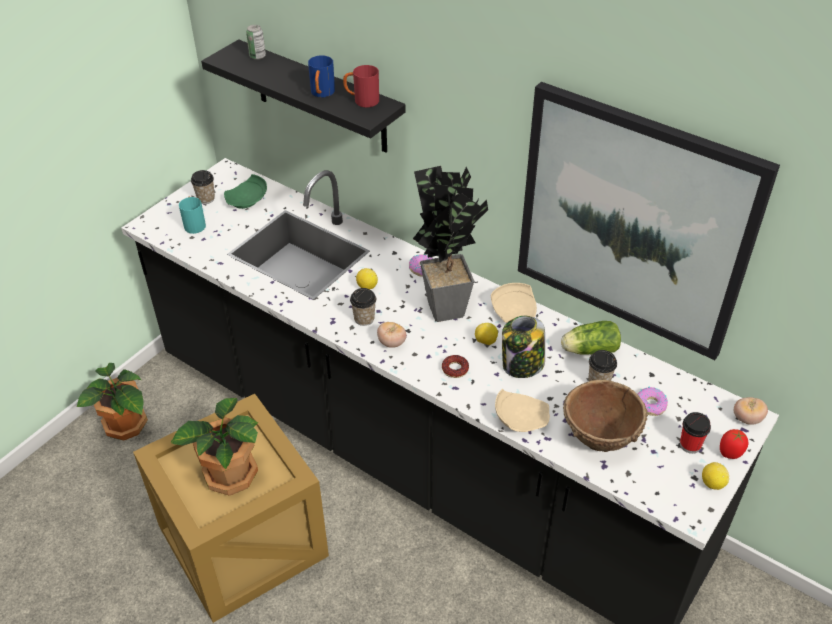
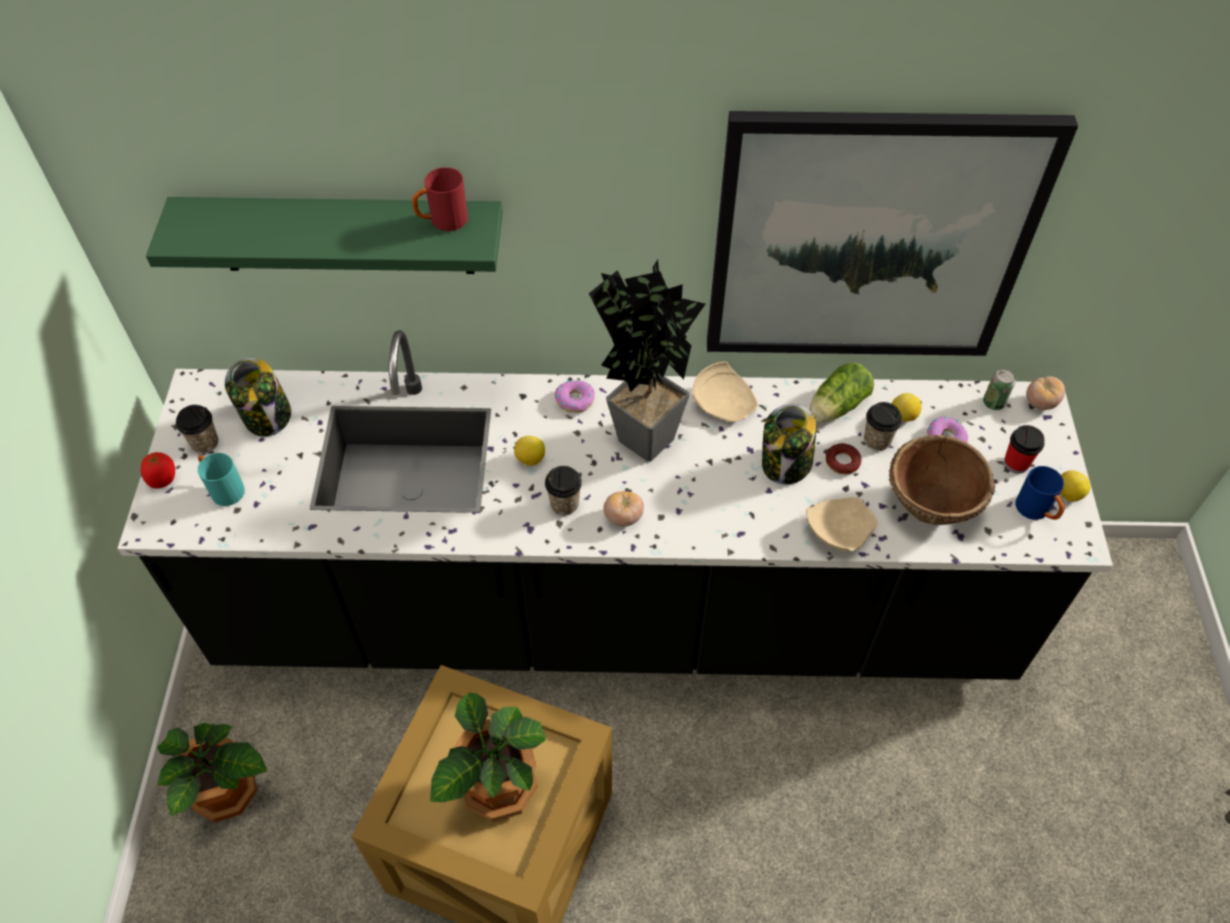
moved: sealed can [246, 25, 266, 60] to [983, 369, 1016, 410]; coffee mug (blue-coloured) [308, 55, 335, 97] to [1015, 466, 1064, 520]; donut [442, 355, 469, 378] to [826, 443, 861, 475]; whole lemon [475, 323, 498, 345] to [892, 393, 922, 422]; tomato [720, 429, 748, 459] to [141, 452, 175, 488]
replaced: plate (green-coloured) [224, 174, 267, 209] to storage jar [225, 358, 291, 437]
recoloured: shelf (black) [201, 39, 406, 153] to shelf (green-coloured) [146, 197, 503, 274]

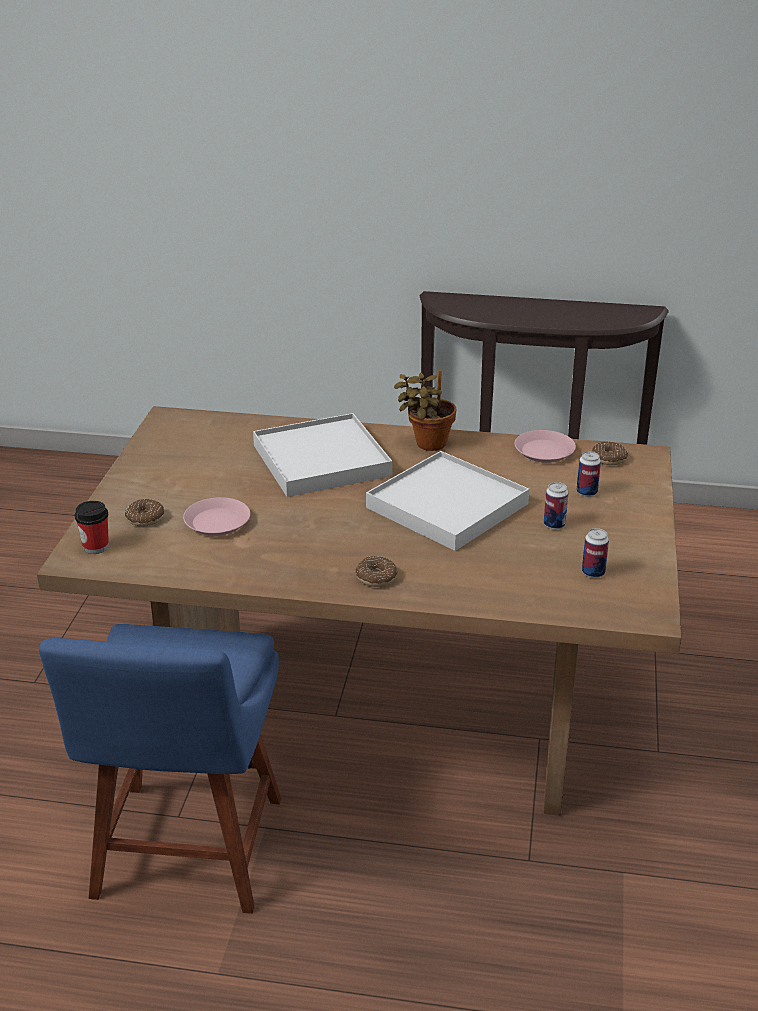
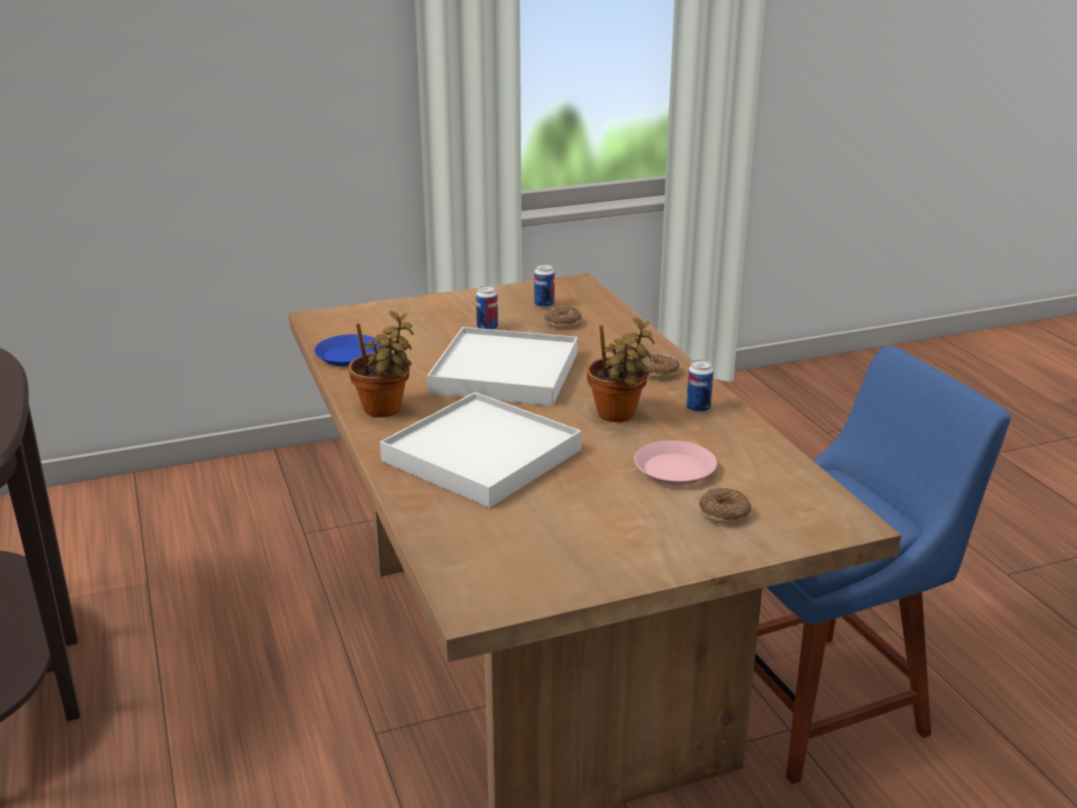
removed: small cup [74, 501, 109, 554]
added: potted plant [587, 317, 655, 422]
moved: sealed can [577, 451, 601, 497] to [686, 360, 714, 413]; donut [592, 441, 628, 465] to [544, 306, 582, 329]
recoloured: plate (pink-coloured) [514, 430, 576, 463] to plate (blue-coloured) [314, 334, 380, 367]

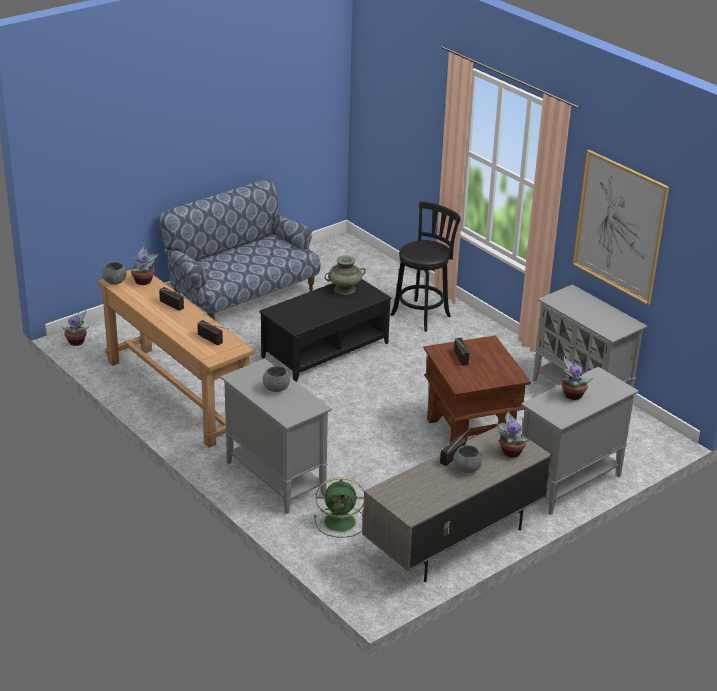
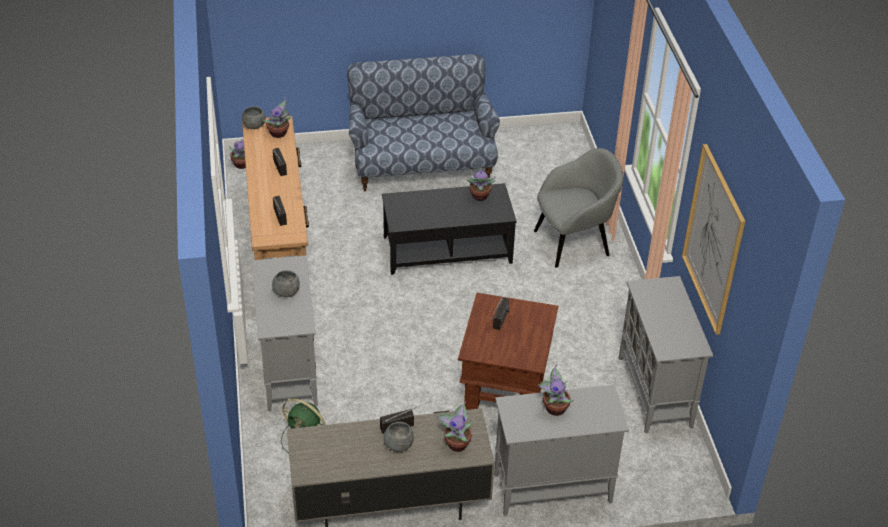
replaced: vase (turquoise-coloured) [325, 255, 366, 295] to potted plant [467, 169, 495, 201]; stool (black) [390, 201, 461, 332] to easy chair (greyish) [534, 148, 623, 268]

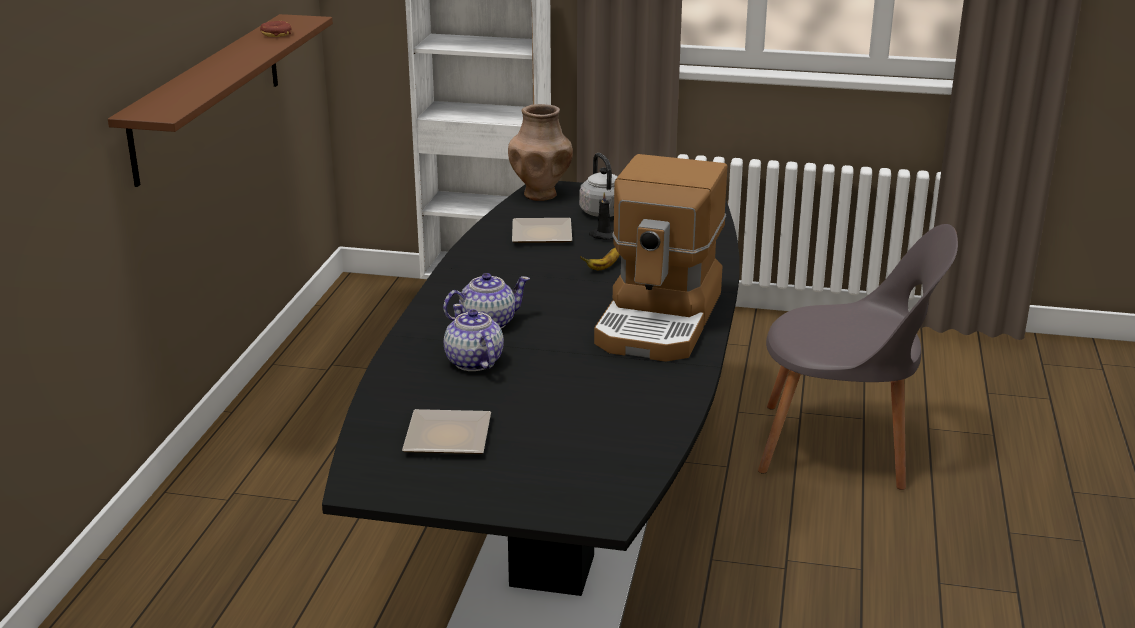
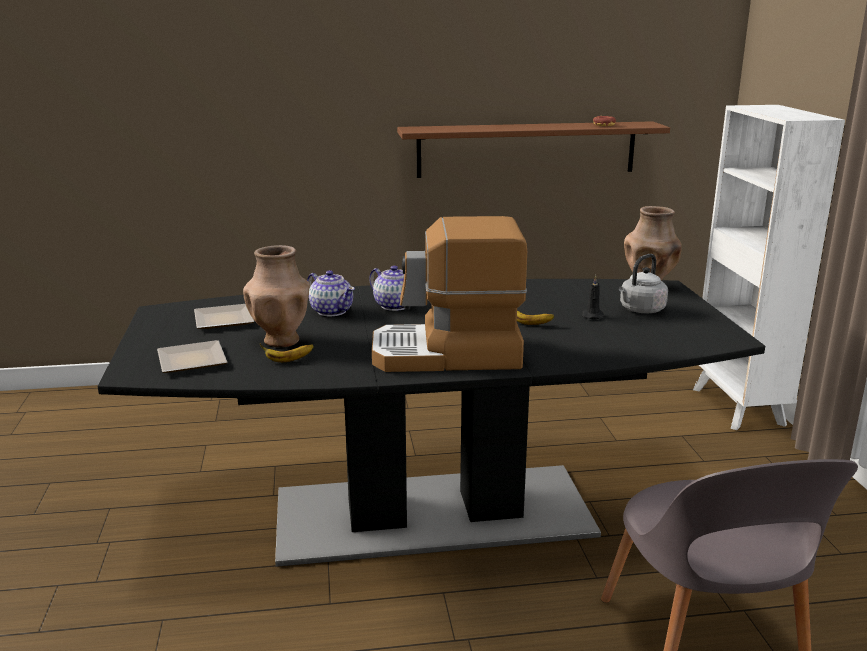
added: vase (brown) [243, 245, 310, 348]; whole banana [260, 344, 314, 362]
moved: plate [512, 218, 572, 243] to [157, 340, 227, 373]
turned: pot for tea [444, 304, 504, 371] = [307, 270, 355, 316] 90 degrees clockwise

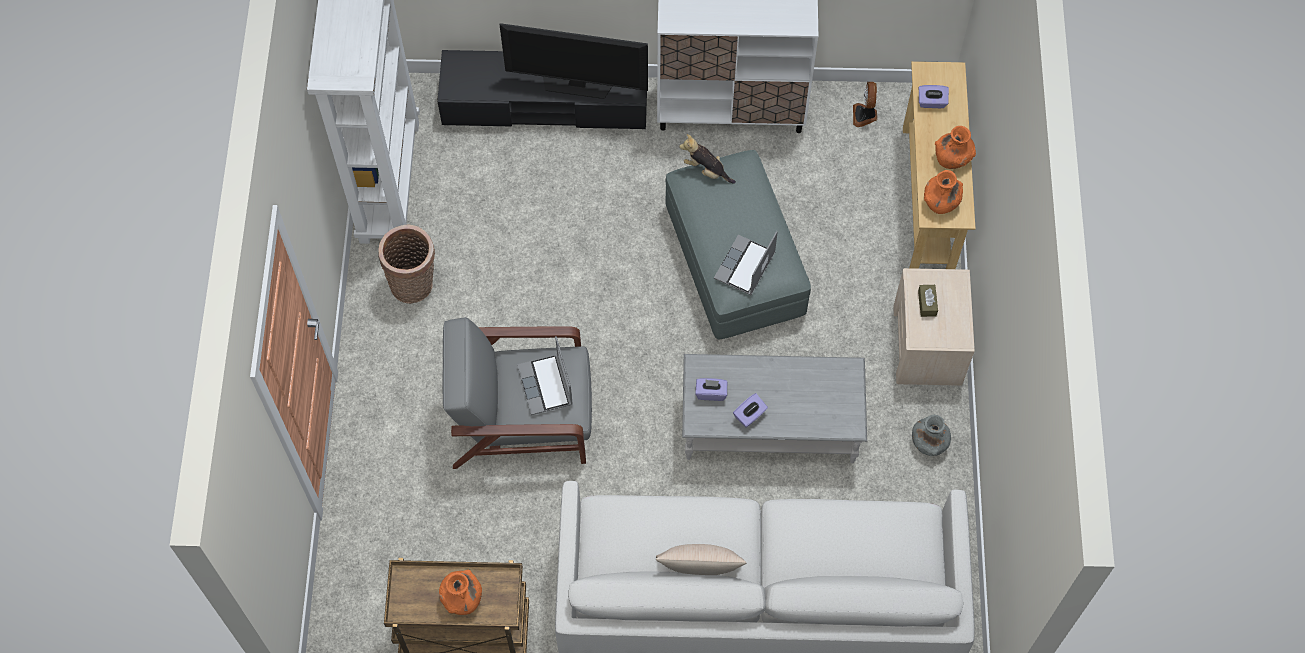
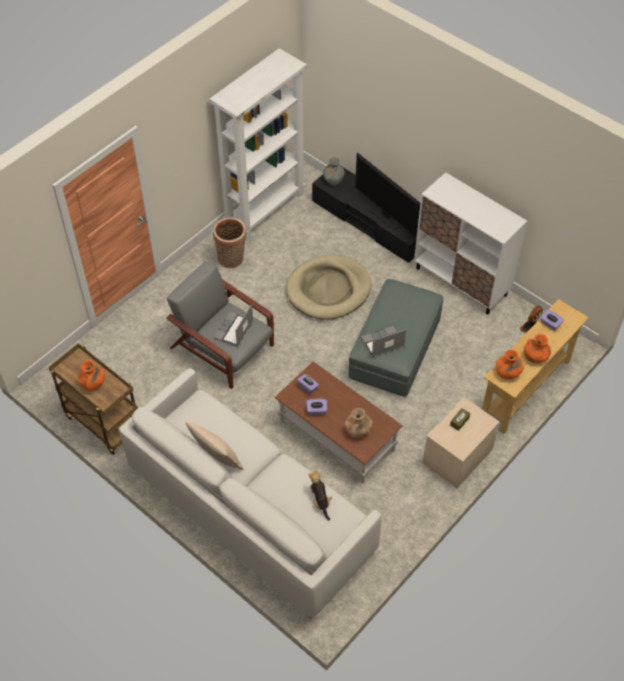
added: dog bed (beige) [286, 255, 371, 319]; vase (brown) [344, 408, 373, 438]
moved: soft toy [679, 134, 736, 184] to [309, 469, 332, 520]; vase (greyish) [912, 415, 951, 456] to [323, 157, 345, 186]
recoloured: coffee table (greyish) [682, 354, 867, 463] to coffee table (brown) [274, 362, 403, 484]

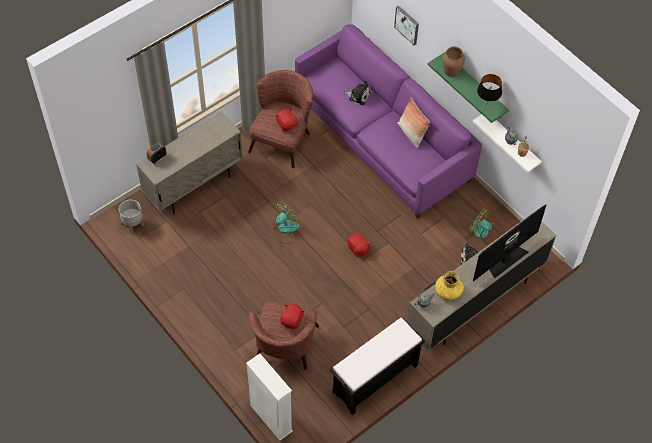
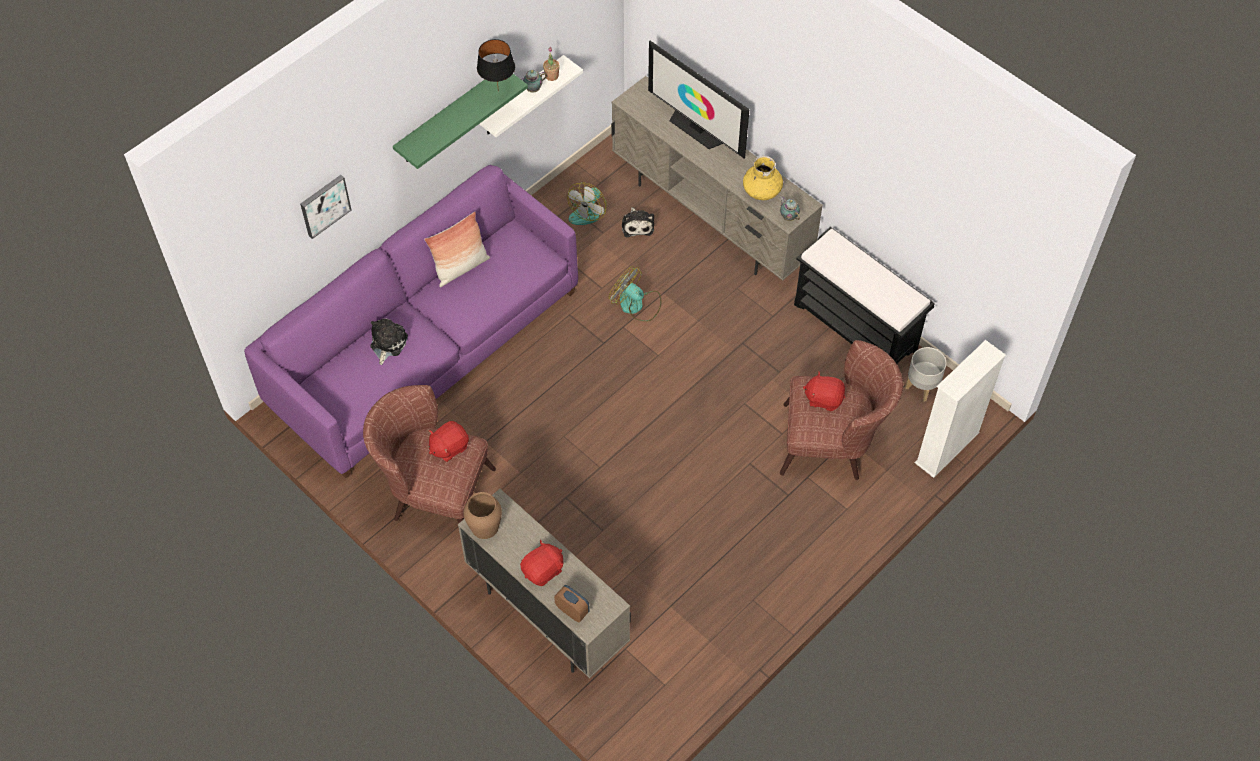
moved: planter (greyish) [119, 200, 144, 234] to [905, 347, 946, 401]; electric fan [271, 202, 299, 244] to [609, 266, 661, 322]; soft toy (red) [347, 233, 370, 257] to [520, 540, 563, 586]; vase (brown) [443, 47, 465, 77] to [464, 492, 502, 539]

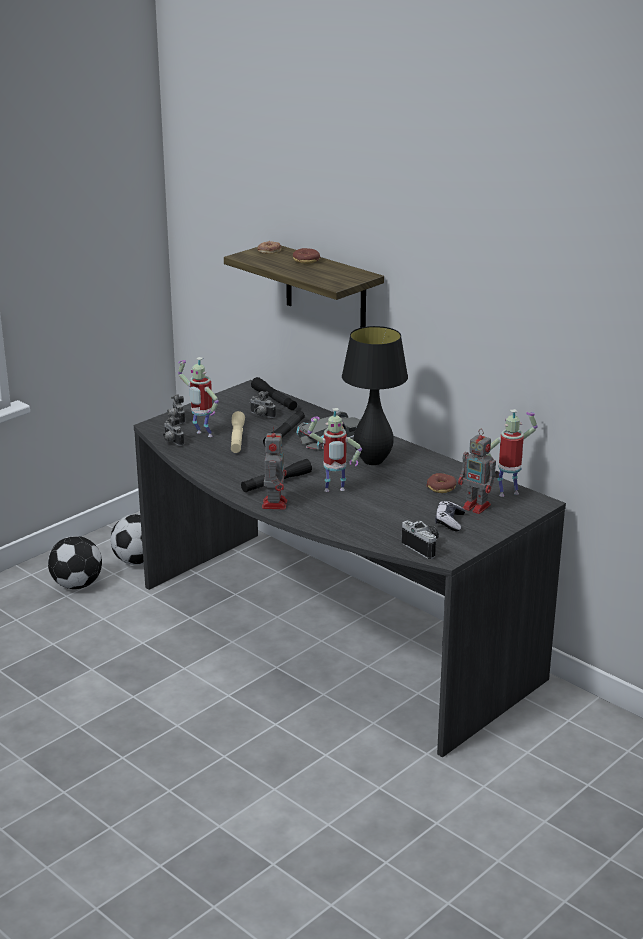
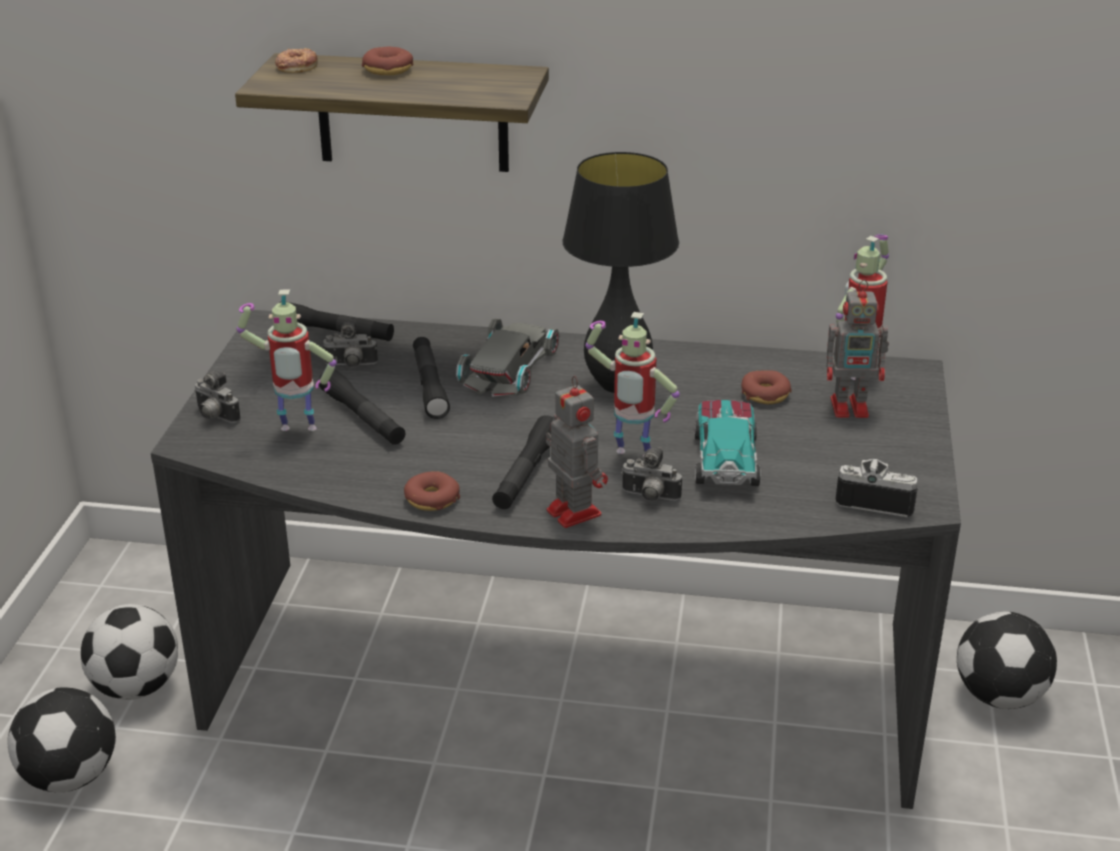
removed: joypad [435, 501, 465, 531]
added: donut [404, 471, 460, 511]; toy car [694, 400, 761, 486]; football ball [957, 611, 1057, 709]
moved: photo camera [163, 416, 184, 446] to [621, 447, 682, 502]
recoloured: hand torch (beige) [231, 411, 245, 453] to hand torch (black) [319, 369, 405, 445]
turned: toy robot [308, 408, 362, 492] = [585, 312, 680, 457] 60 degrees clockwise

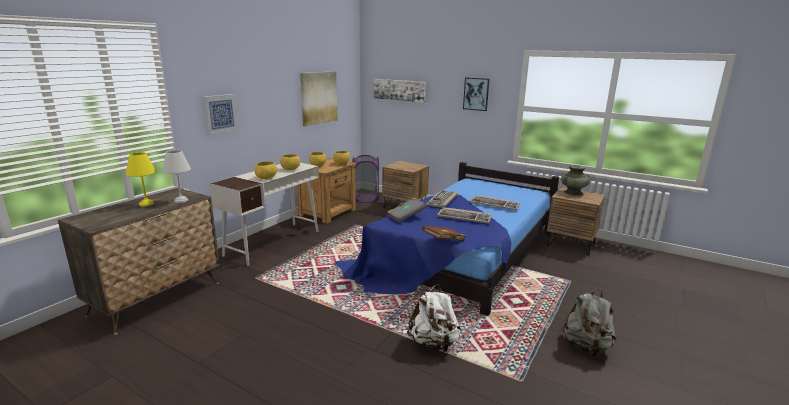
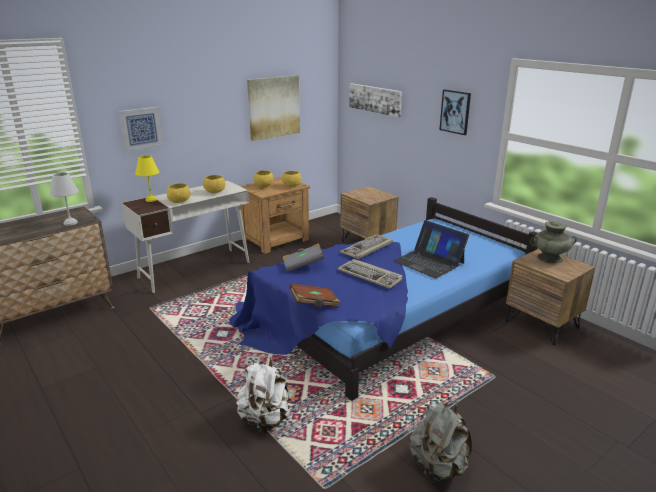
removed: hamper (purplish) [352, 155, 379, 203]
moved: lamp for a table (yellow-coloured) [126, 152, 156, 206] to [135, 155, 159, 202]
replaced: keyboard [469, 195, 520, 210] to laptop [393, 220, 469, 279]

